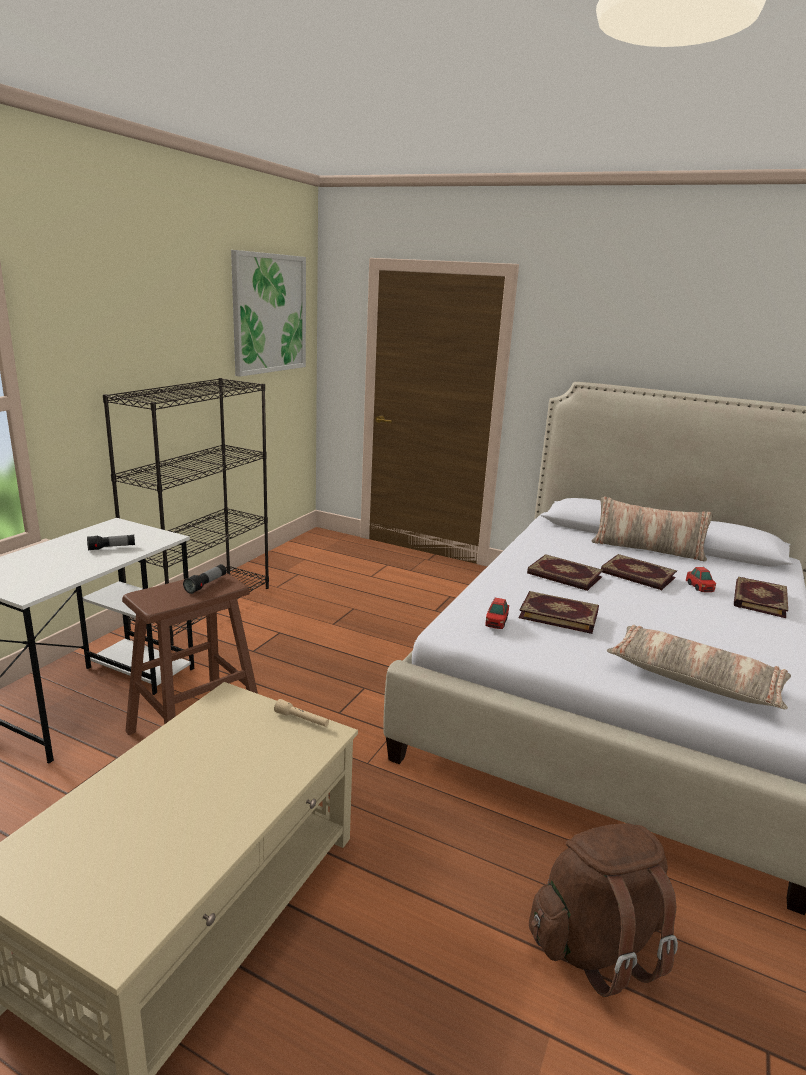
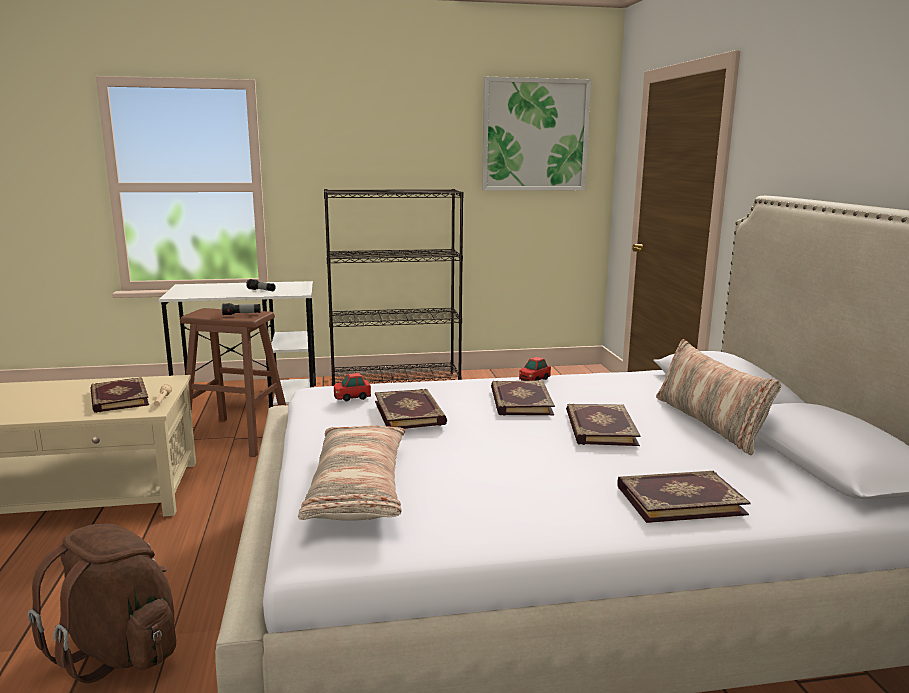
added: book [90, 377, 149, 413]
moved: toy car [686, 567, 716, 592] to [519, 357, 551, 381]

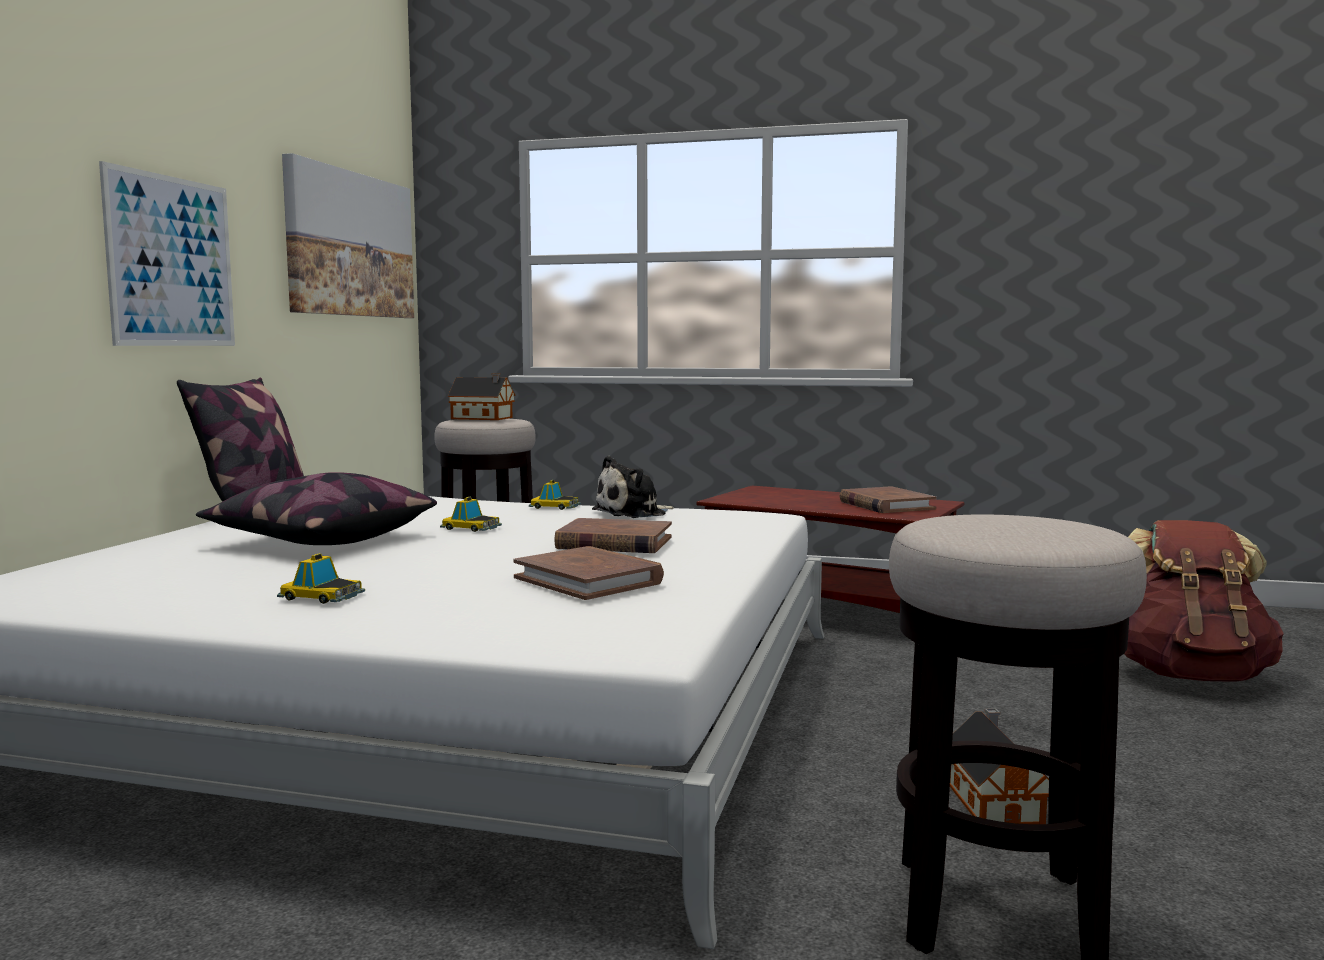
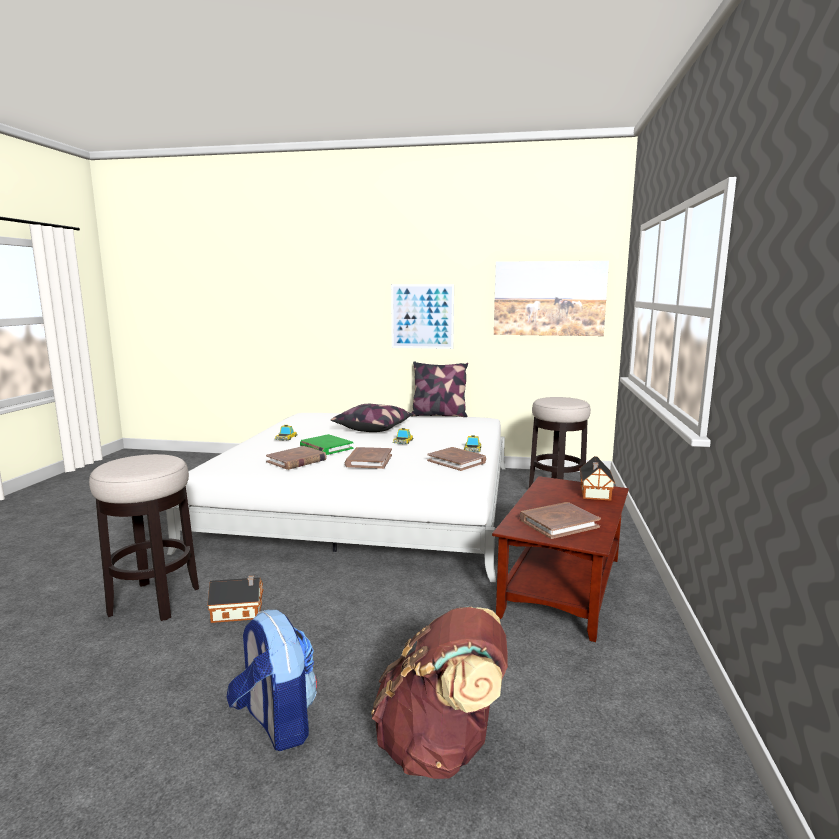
added: knapsack [227, 610, 317, 751]; book (green-coloured) [300, 434, 354, 455]
moved: miniature house [448, 373, 515, 420] to [579, 456, 615, 501]
replaced: soft toy [592, 456, 674, 518] to book (brown) [427, 447, 486, 471]

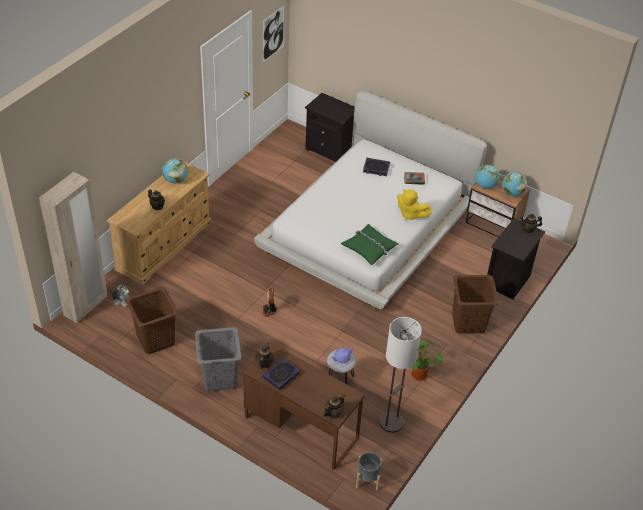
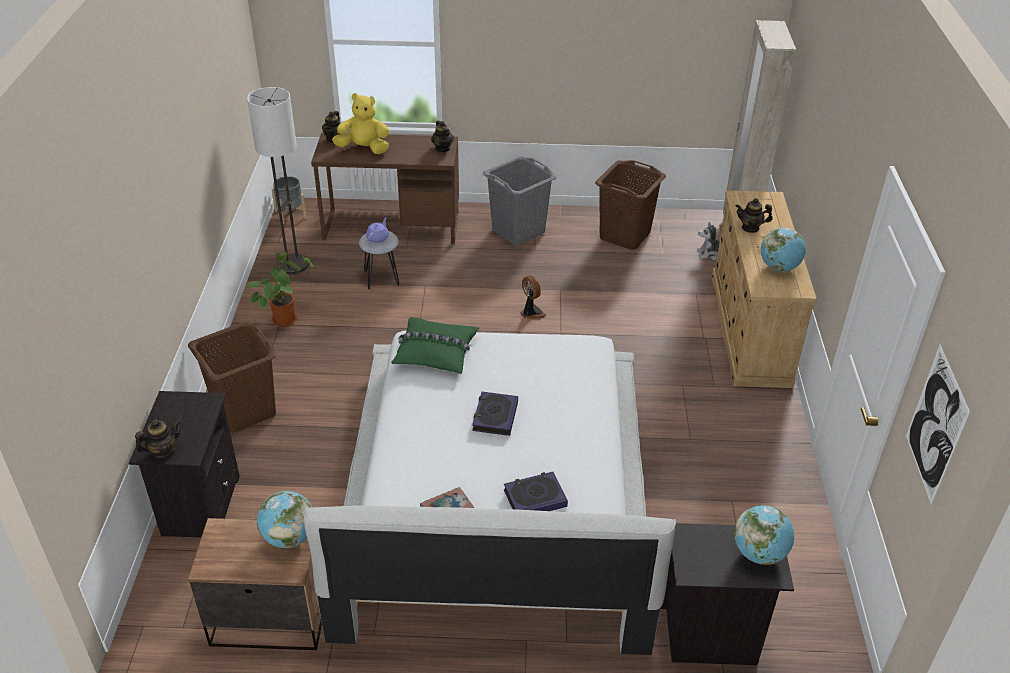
moved: book [262, 358, 300, 391] to [472, 392, 518, 436]; soft toy (yellow-coloured) [397, 189, 432, 221] to [332, 93, 389, 154]; globe [502, 172, 527, 196] to [734, 506, 794, 565]

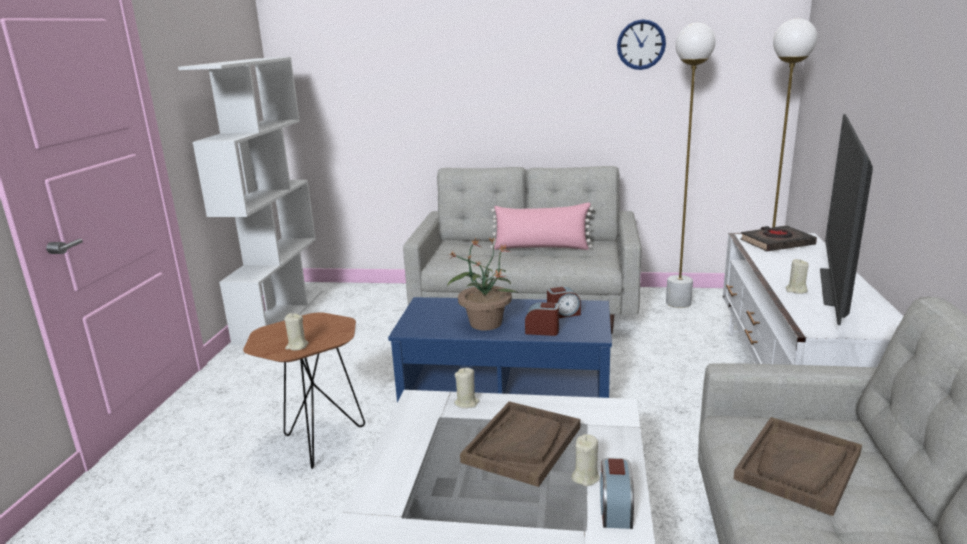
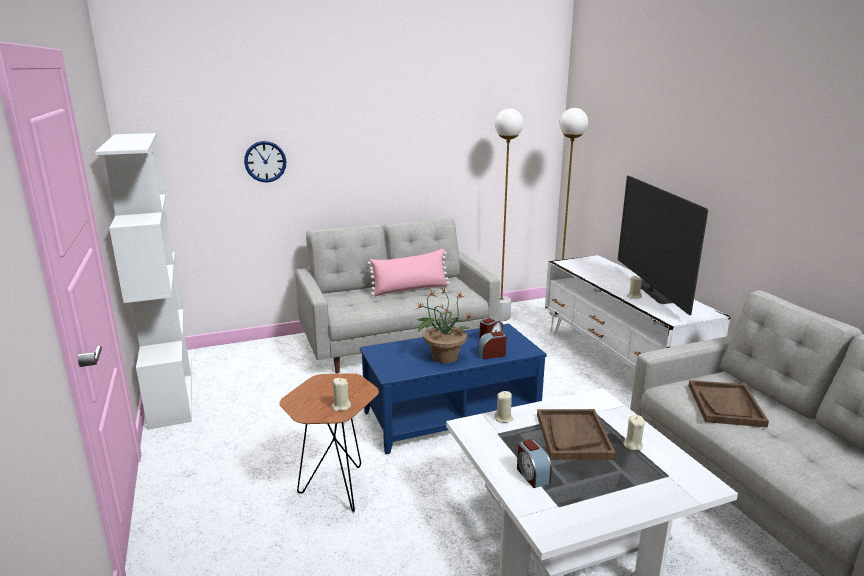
removed: book (black) [740, 225, 817, 251]
moved: bedside clock [600, 458, 634, 529] to [517, 439, 552, 488]; clock on the wall [617, 19, 666, 70] to [244, 141, 286, 183]

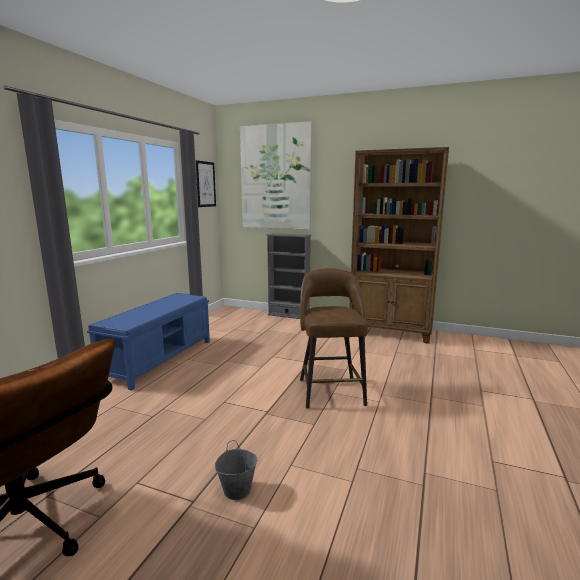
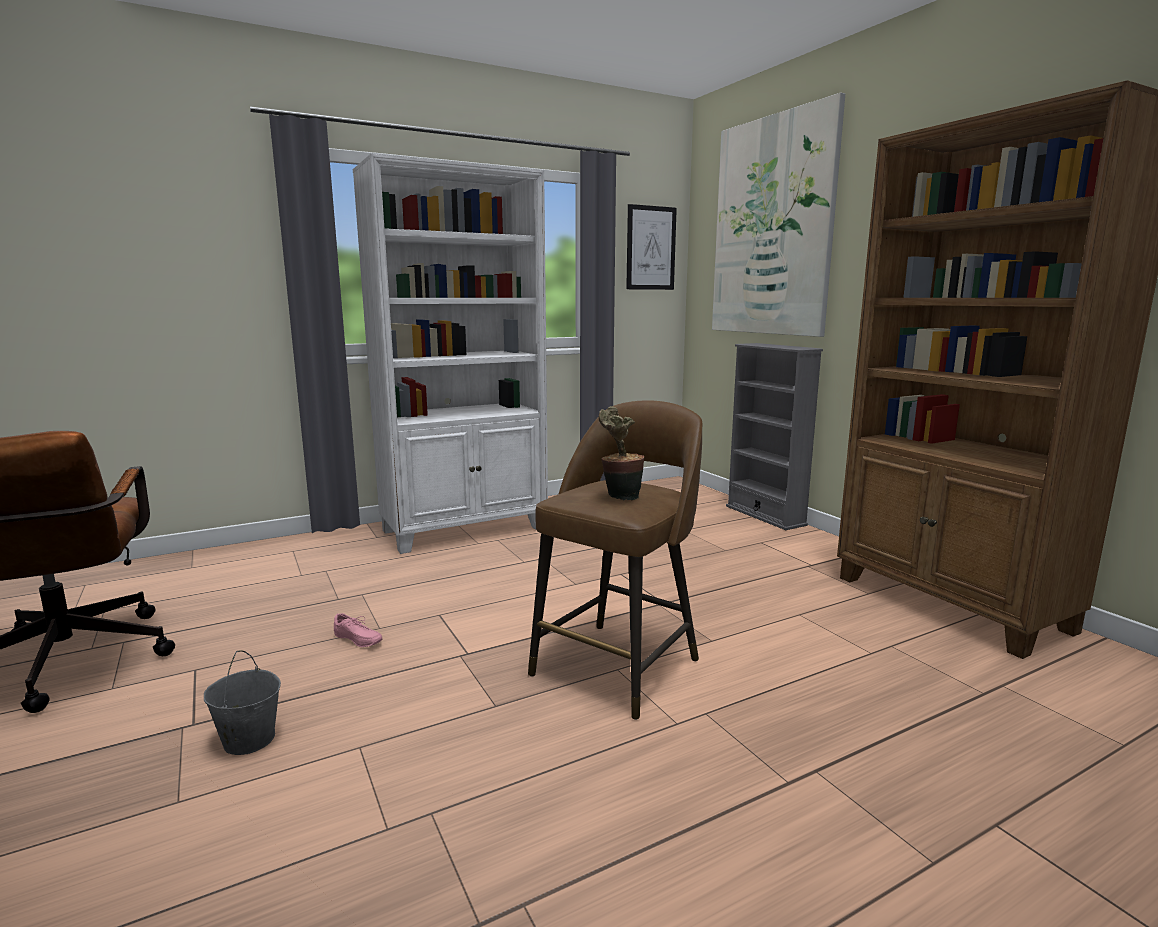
added: shoe (pink-coloured) [334, 613, 383, 647]; potted plant [599, 406, 645, 501]
replaced: long seat (blue-coloured) [87, 293, 210, 391] to bookshelf (white-coloured) [353, 154, 548, 554]

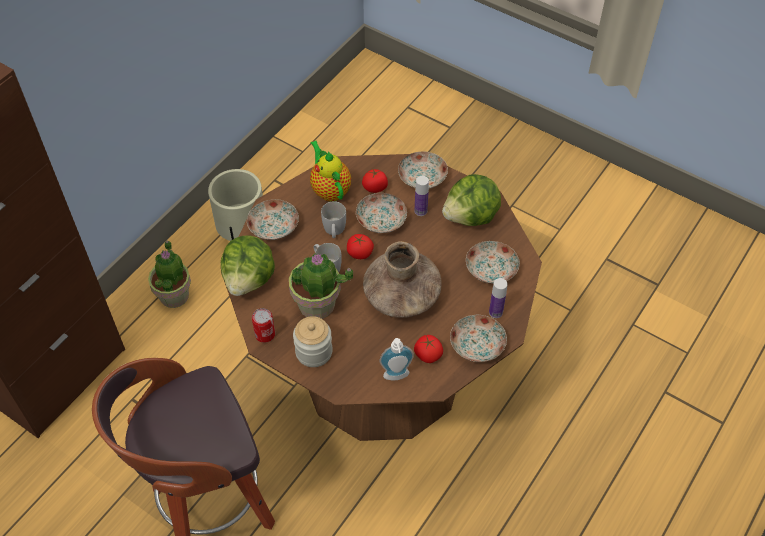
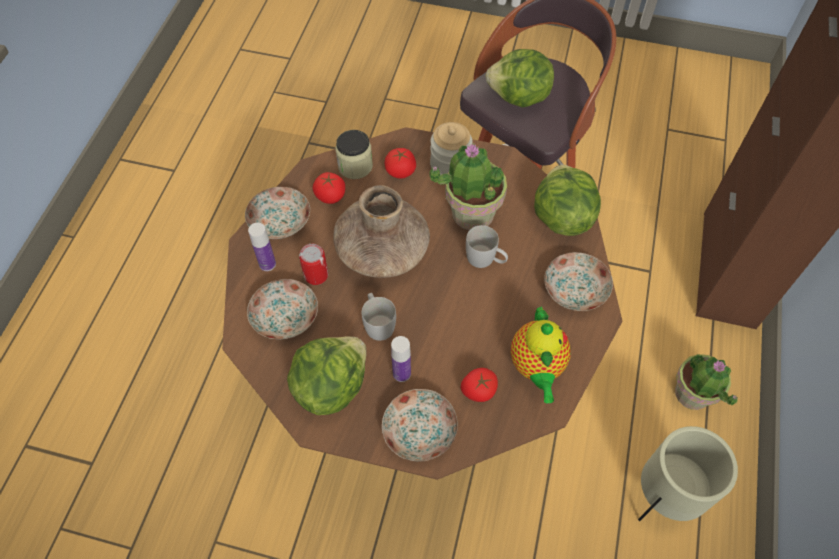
removed: plate [356, 193, 407, 233]
added: lettuce [485, 49, 554, 108]
moved: sealed can [252, 308, 275, 343] to [299, 244, 328, 285]; coffee mug (white-coloured) [321, 201, 346, 238] to [362, 293, 396, 341]; tomato [347, 234, 374, 259] to [385, 148, 416, 179]
replaced: soap bottle [380, 338, 414, 380] to storage jar [336, 130, 373, 179]
turned: pot for tea [310, 140, 351, 202] = [511, 306, 571, 403] 45 degrees clockwise

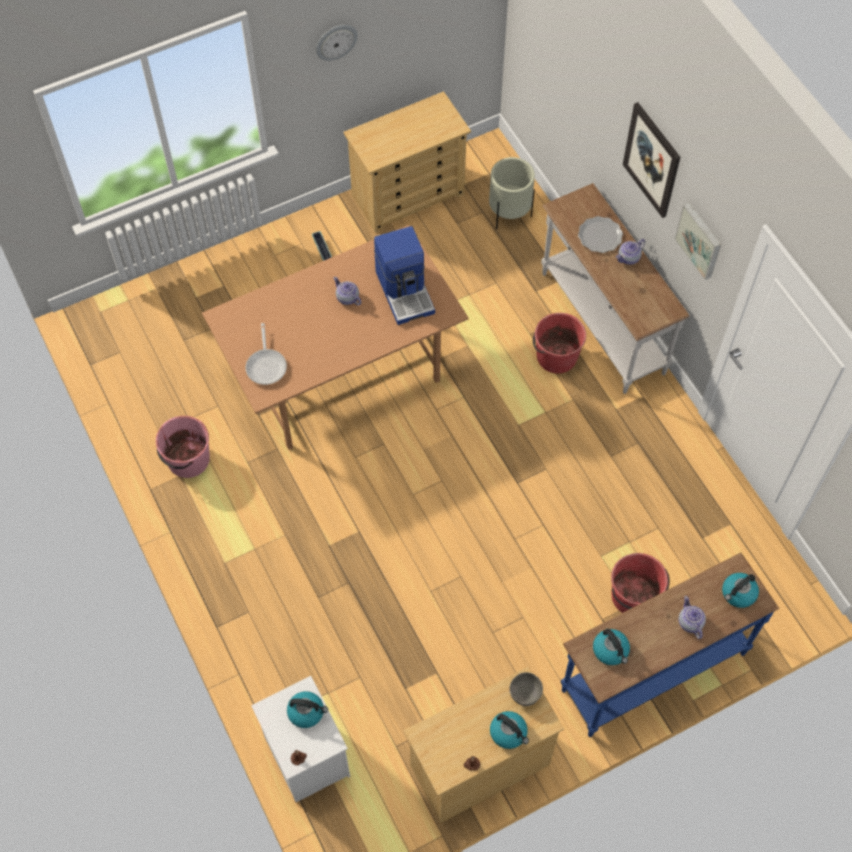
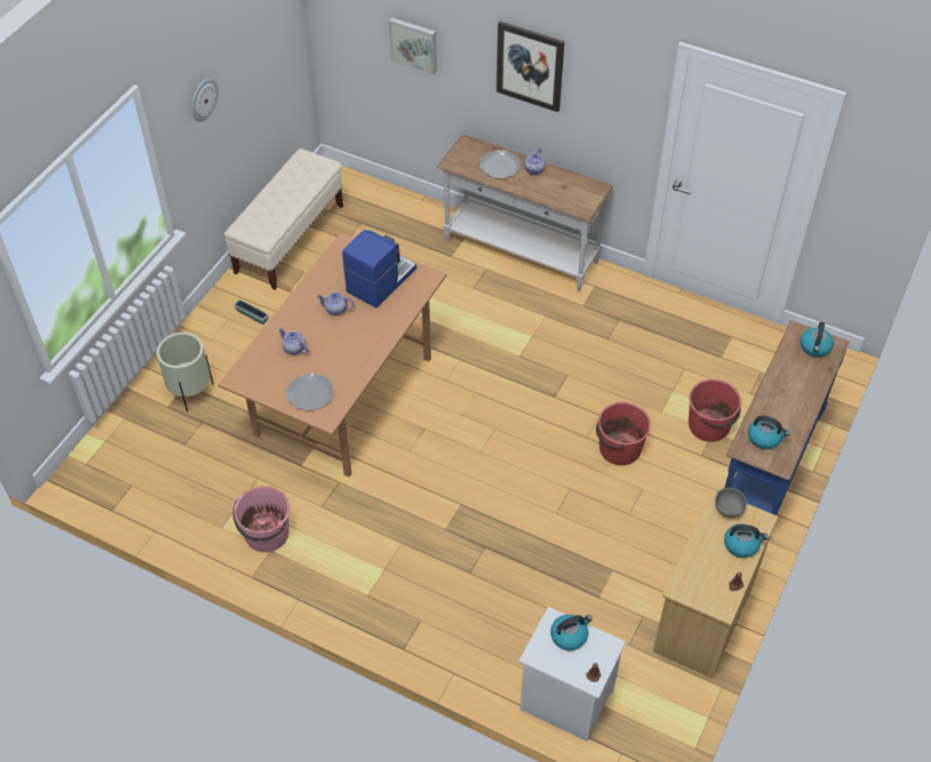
moved: planter (beige) [489, 157, 535, 229] to [156, 332, 214, 412]; water bucket (red) [533, 313, 586, 373] to [596, 402, 651, 465]; wall art [674, 202, 721, 280] to [389, 18, 437, 75]; pot for tea [678, 596, 706, 639] to [278, 328, 309, 355]
replaced: frying pan [245, 323, 287, 385] to plate [286, 373, 334, 411]; drawer chest (beige) [343, 91, 471, 233] to long seat (beige) [224, 149, 343, 290]
turned: coffee maker [374, 226, 435, 325] = [342, 230, 416, 308] 90 degrees counterclockwise

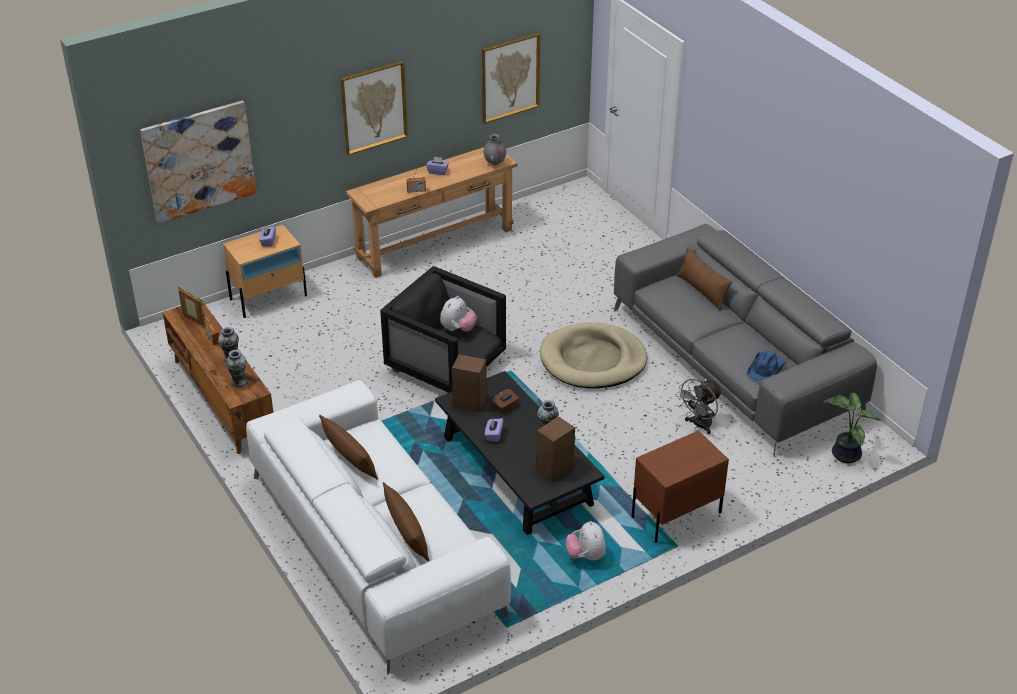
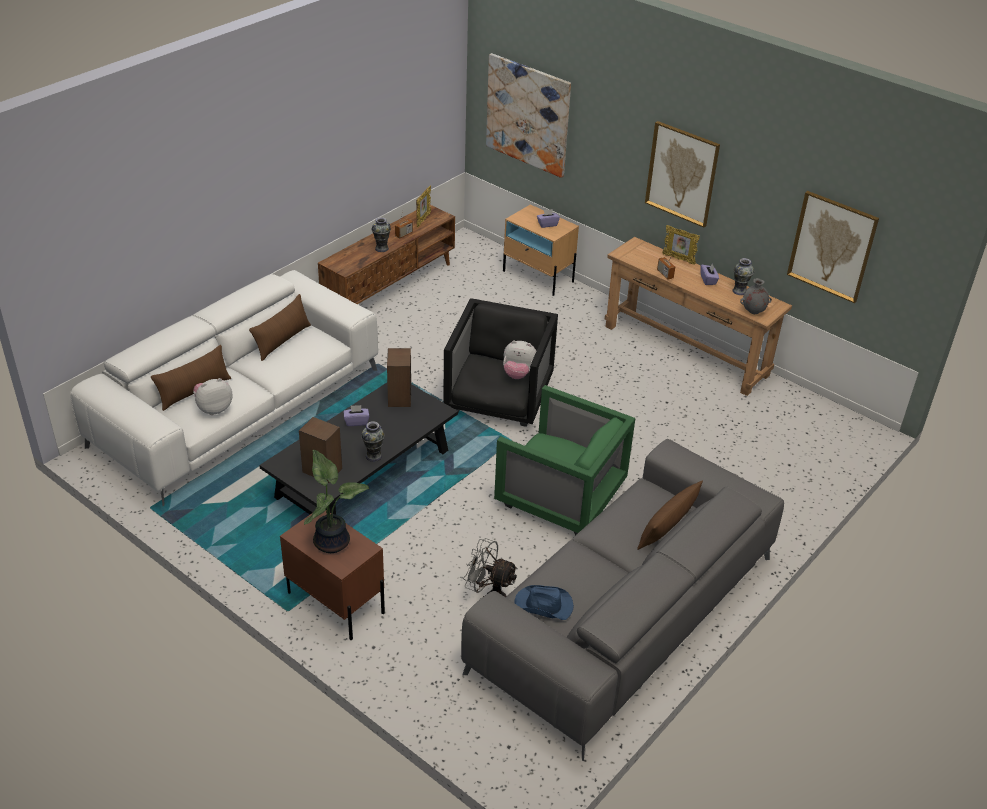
removed: tissue holder (brown) [492, 389, 519, 413]
added: standing frame [662, 225, 700, 265]
moved: vase [226, 350, 247, 387] to [732, 258, 754, 295]; soft toy [565, 521, 606, 561] to [193, 378, 232, 415]; potted plant [823, 392, 881, 463] to [304, 450, 369, 553]
replaced: dog bed (beige) [540, 322, 647, 389] to easy chair (green-coloured) [494, 385, 635, 535]

